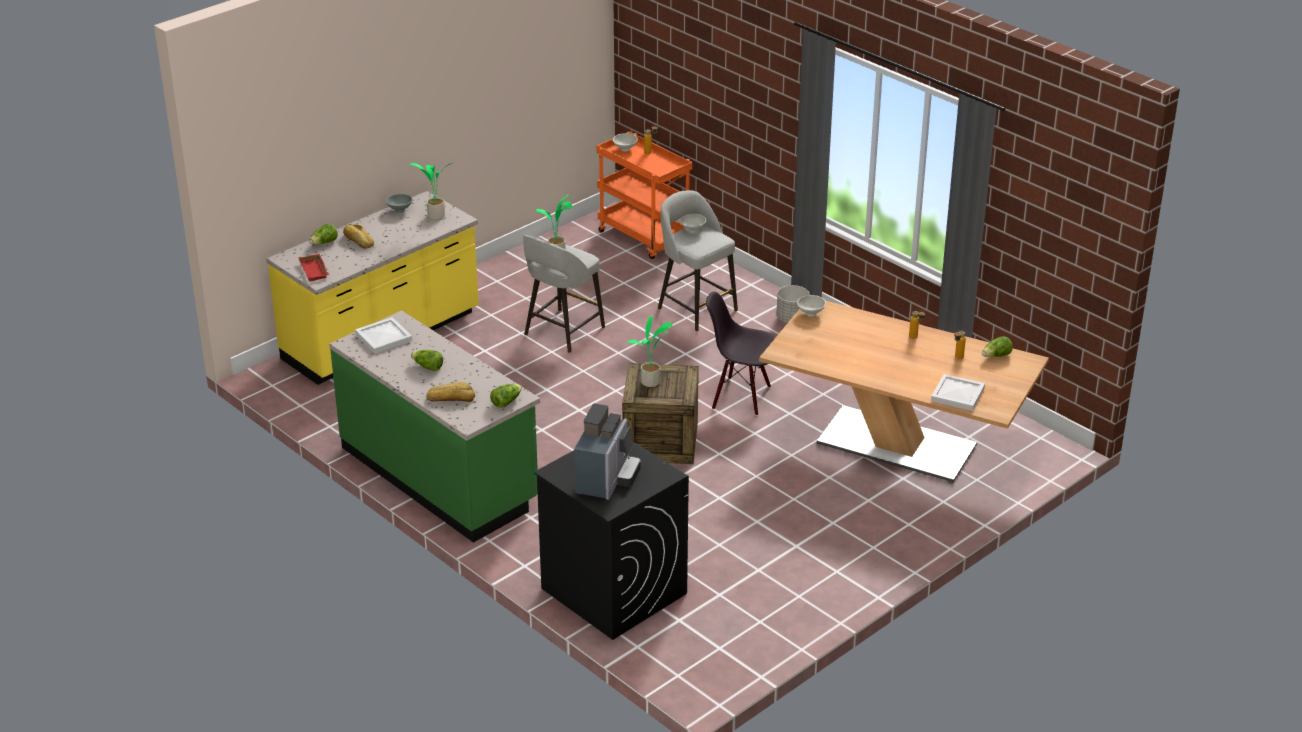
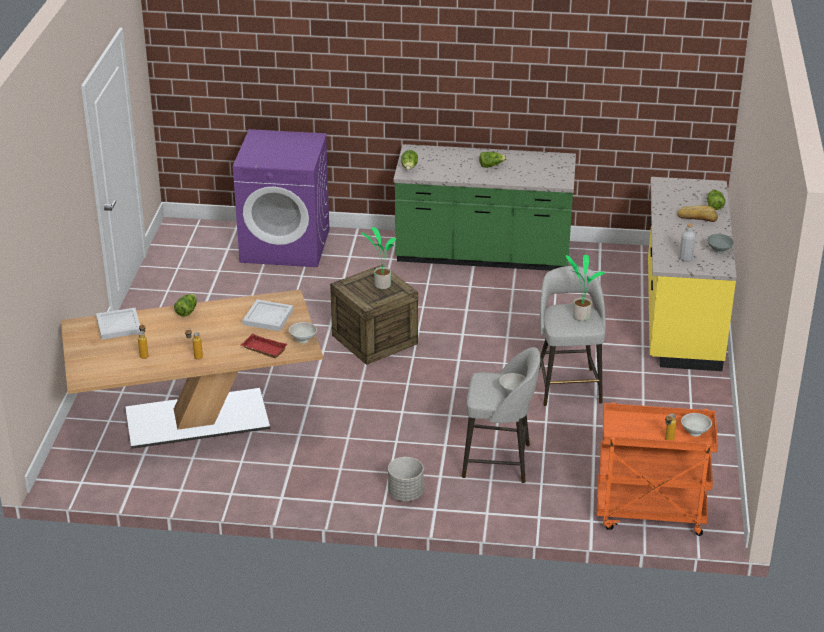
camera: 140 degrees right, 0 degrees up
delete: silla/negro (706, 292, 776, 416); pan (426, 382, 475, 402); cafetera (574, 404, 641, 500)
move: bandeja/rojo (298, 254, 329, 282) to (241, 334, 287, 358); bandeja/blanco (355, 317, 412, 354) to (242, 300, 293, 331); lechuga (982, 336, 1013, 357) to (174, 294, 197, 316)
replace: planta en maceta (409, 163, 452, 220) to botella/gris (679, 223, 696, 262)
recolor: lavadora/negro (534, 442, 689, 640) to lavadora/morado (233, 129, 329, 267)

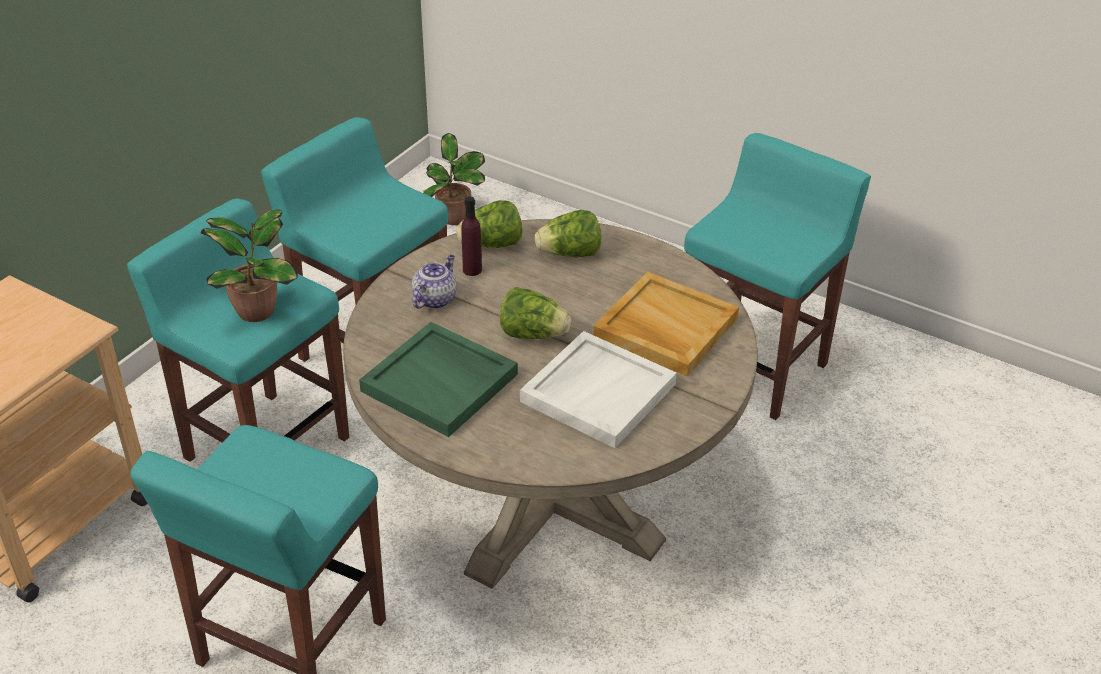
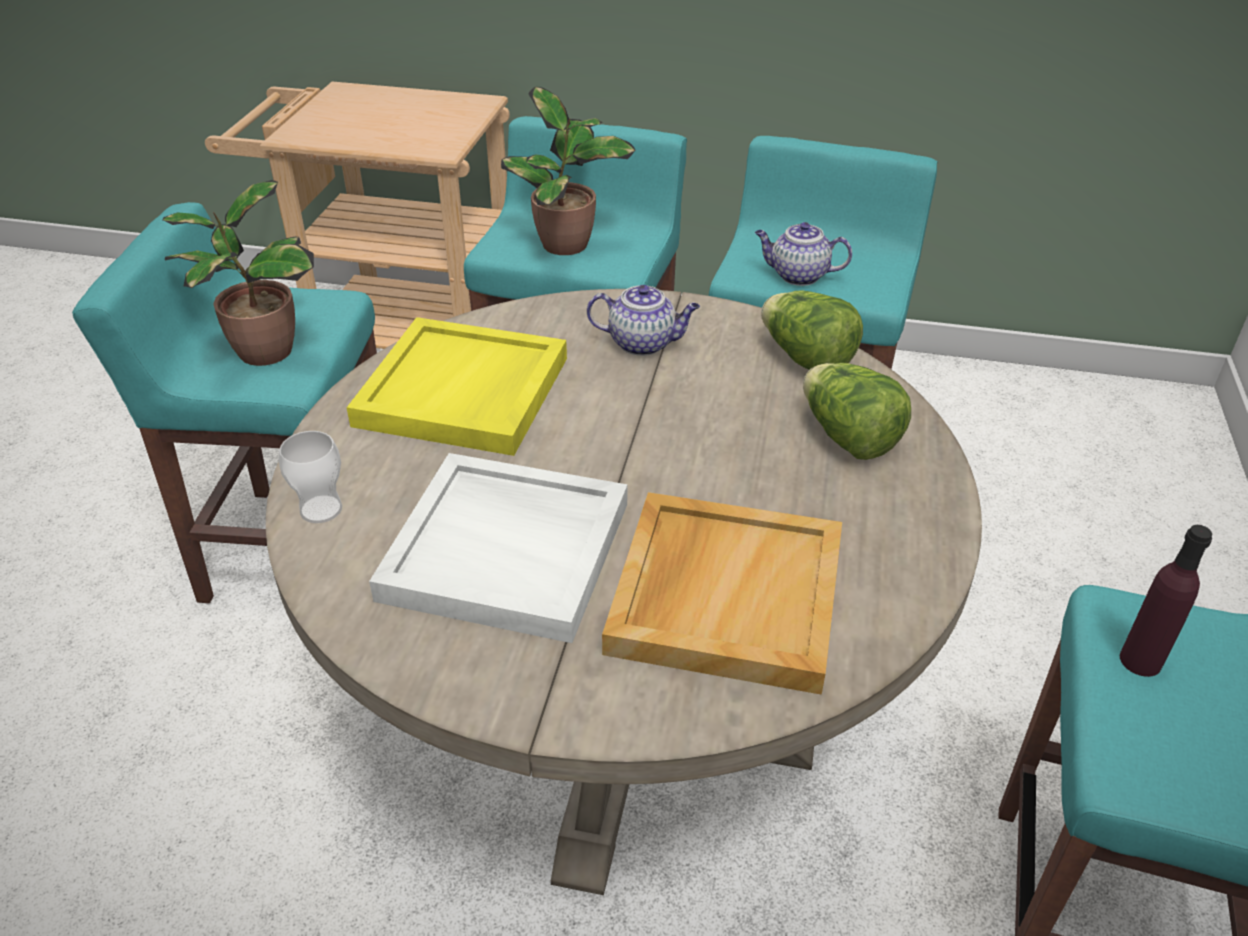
camera: 70 degrees right, 0 degrees up
delete: lechuga (500, 287, 572, 339)
insert: tetera (755, 222, 852, 286); taza (279, 431, 342, 523)
move: planta en maceta (423, 133, 485, 225) to (162, 180, 314, 366); botella/morado (461, 196, 482, 276) to (1120, 525, 1212, 677)
recolor: bandeja/verde (359, 322, 518, 437) to bandeja/amarillo (347, 317, 567, 456)

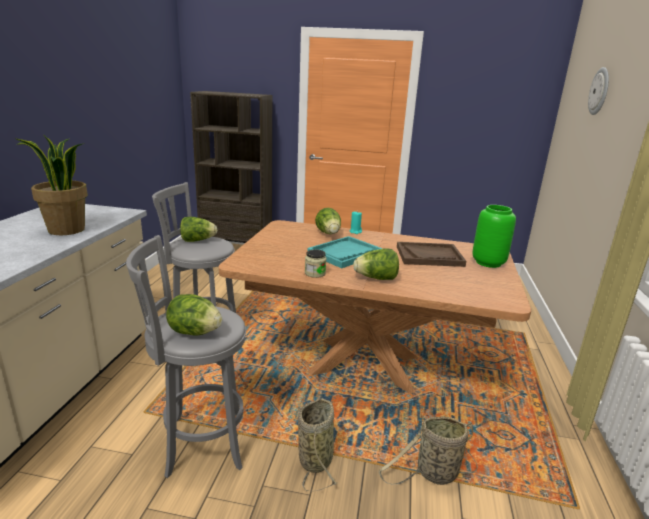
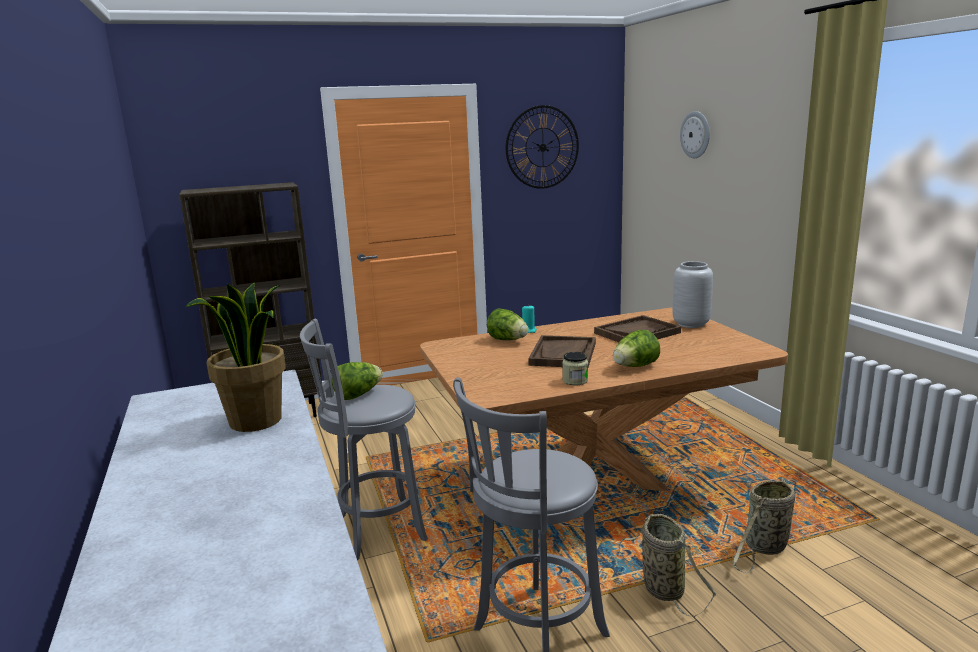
camera: 30 degrees left, 5 degrees down
delete: lechuga (166, 294, 222, 335)
insert: reloj de pared (506, 105, 579, 189)
recolor: florero/verde (472, 205, 516, 268) to florero/gris (673, 261, 713, 328); bandeja/turquesa (308, 236, 383, 268) to bandeja/marrón (528, 335, 596, 367)

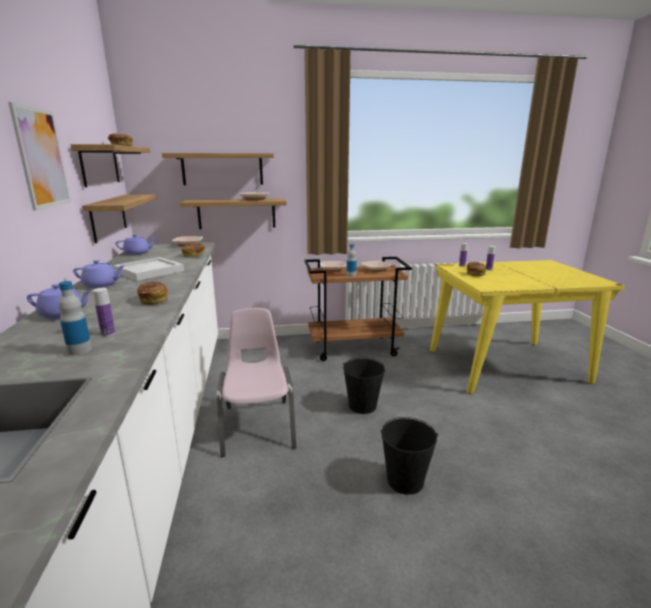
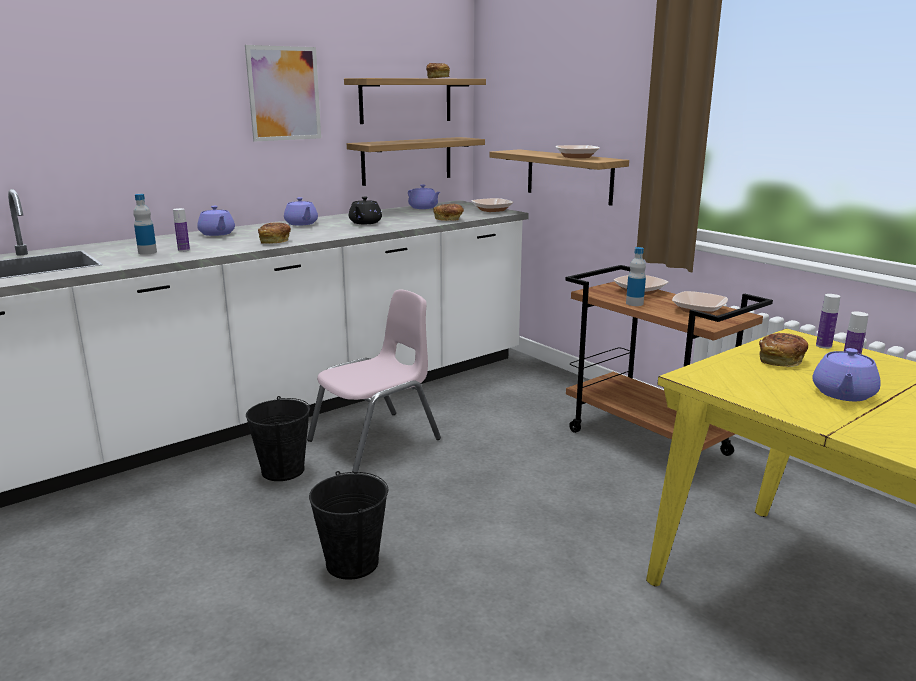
camera: 60 degrees right, 0 degrees up
delete: estante (162, 153, 274, 185)
insert: tetera/morado (813, 348, 881, 401)
move: cubo/negro (343, 358, 385, 414) to (246, 396, 310, 481)
replace: bandeja/blanco (114, 257, 184, 281) to tetera/negro (349, 197, 382, 224)

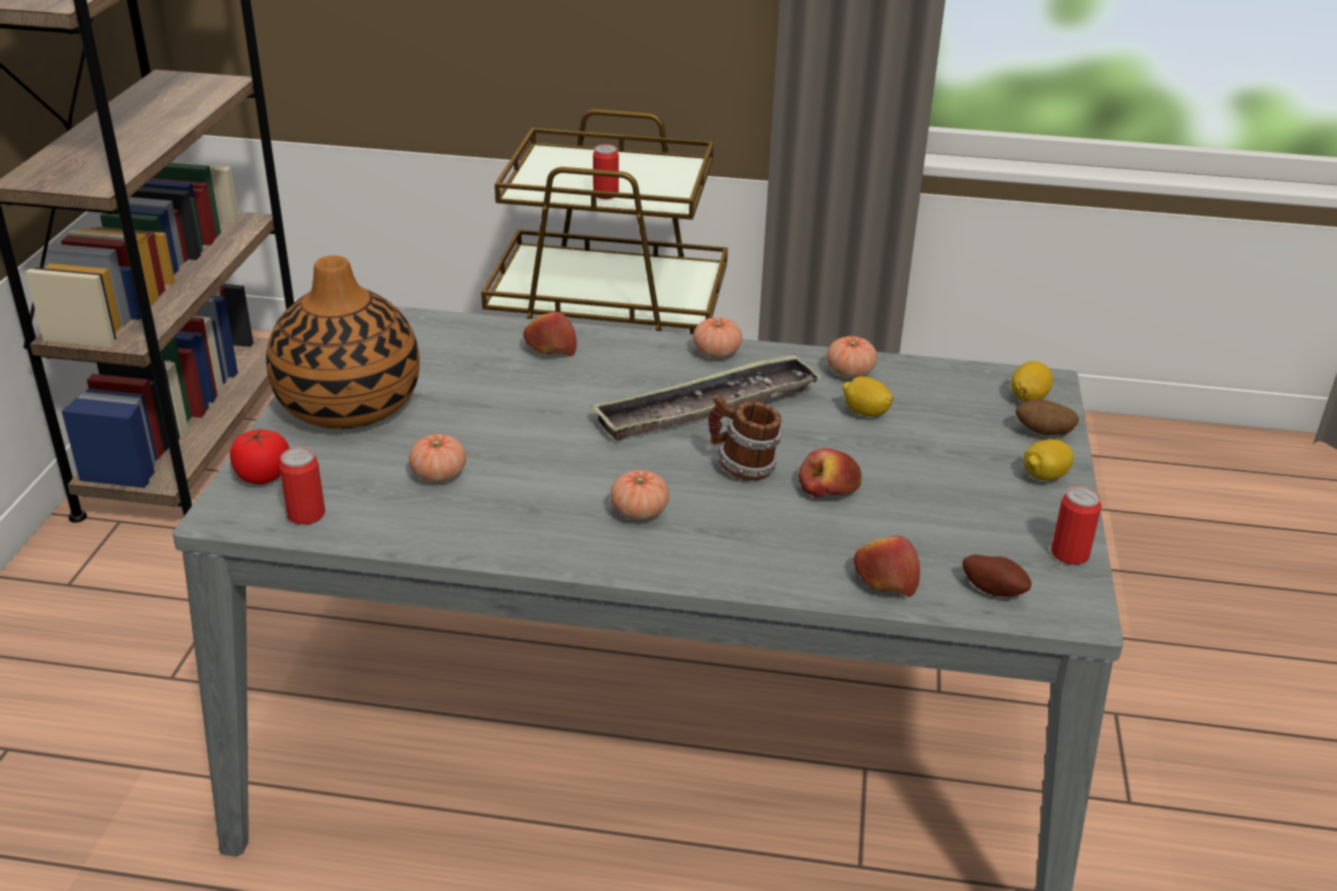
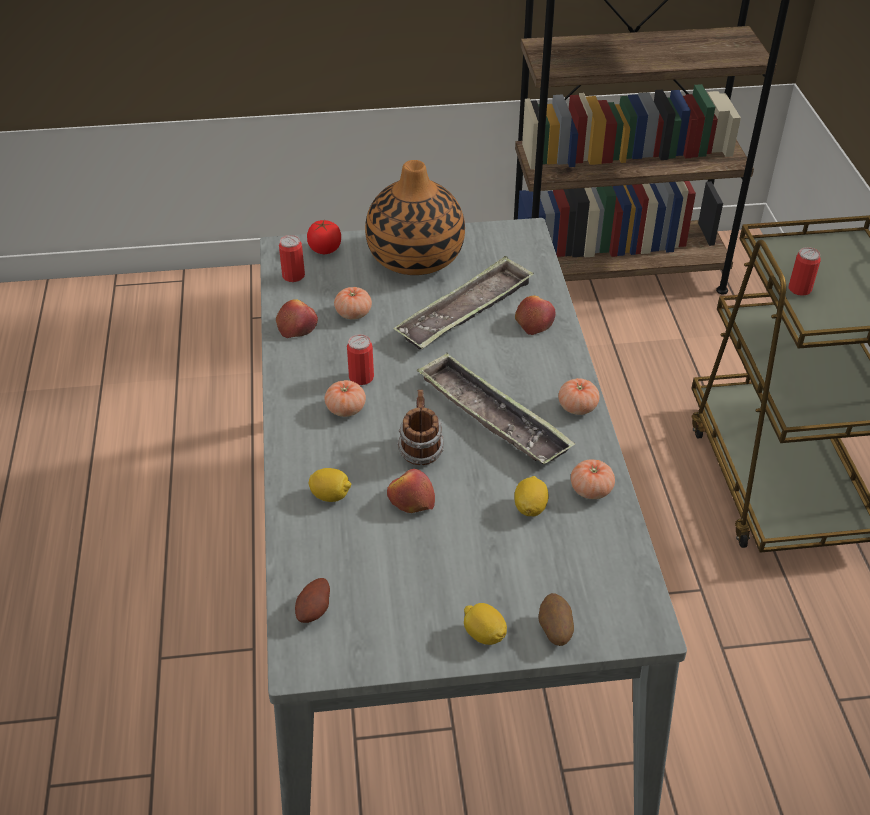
camera: 75 degrees right, 10 degrees up
insert: bandeja (394, 256, 534, 350)
move: limón (1011, 361, 1053, 402) to (309, 468, 351, 502); lata (1051, 486, 1102, 565) to (347, 334, 374, 385); manzana (854, 536, 920, 597) to (276, 299, 318, 338)

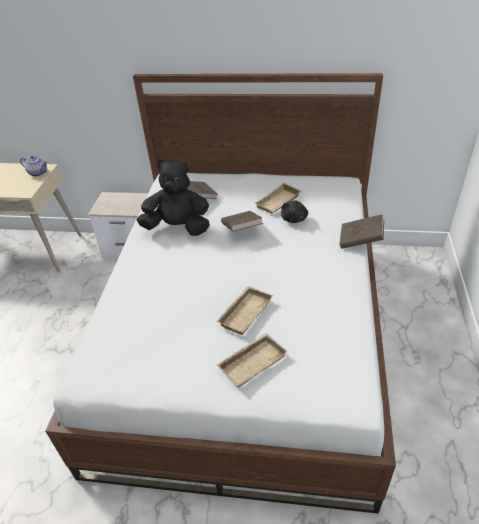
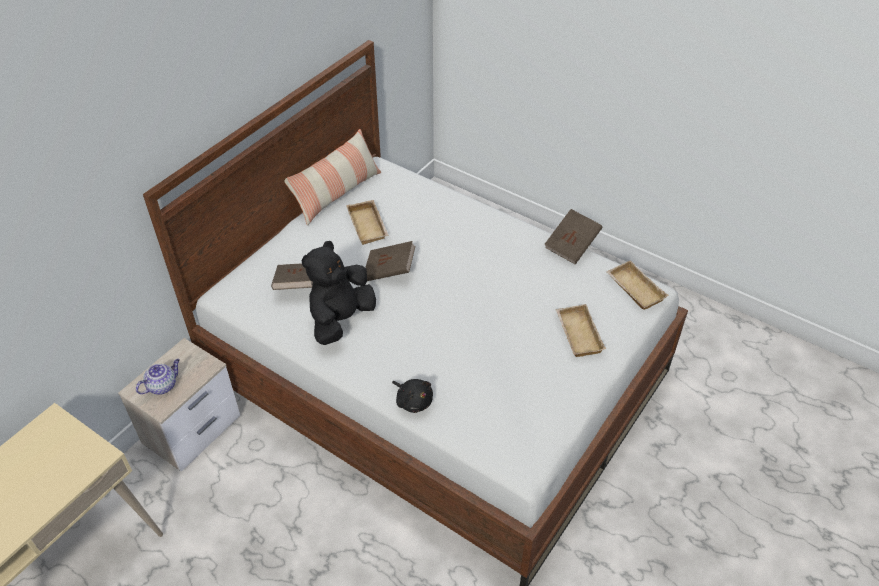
camera: 65 degrees left, 5 degrees up
insert: cojín (284, 129, 382, 226)
move: tetera (20, 156, 48, 177) to (136, 359, 180, 395); peluche/negro (281, 200, 308, 223) to (392, 379, 433, 413); libro/marrón (340, 214, 384, 249) to (544, 209, 603, 264); bandeja/beis (216, 286, 273, 335) to (606, 260, 669, 310)

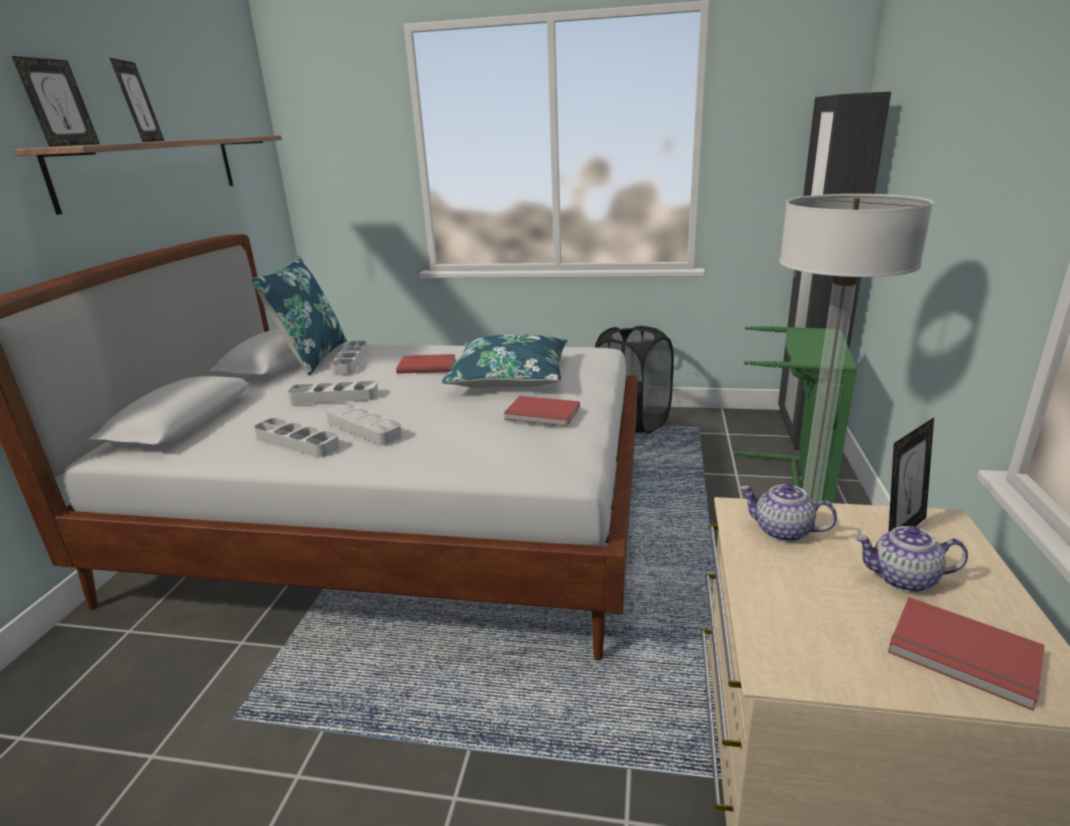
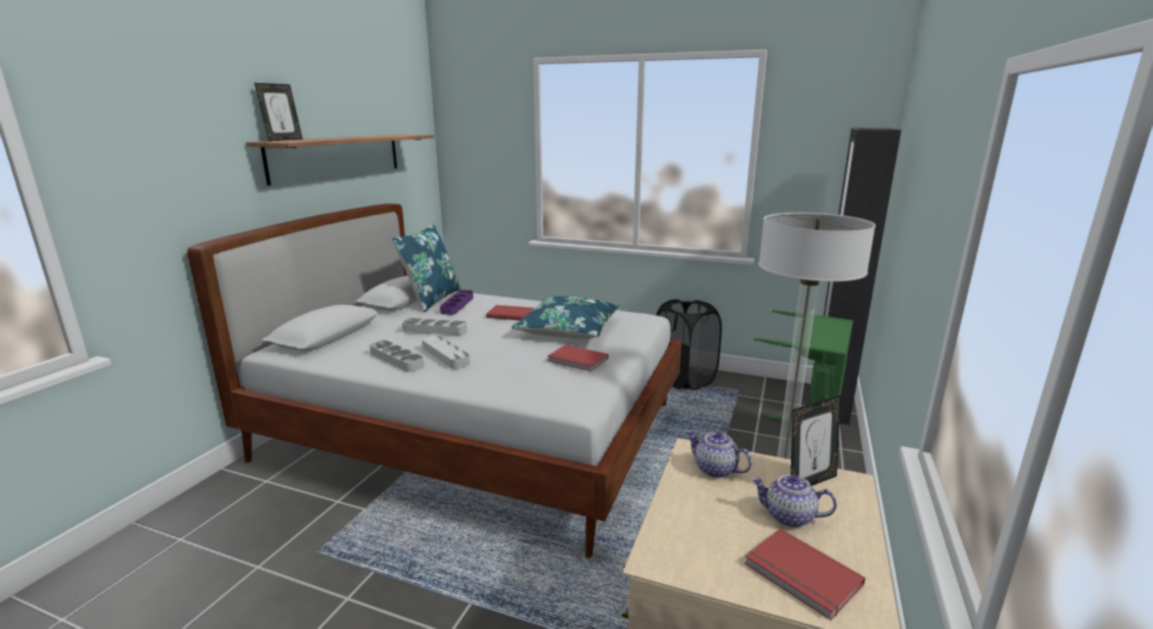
camera: 10 degrees right, 5 degrees down
delete: portarretratos (110, 58, 164, 142)
recolor: bandeja/gris (330, 341, 368, 375) to bandeja/morado (440, 290, 473, 315)

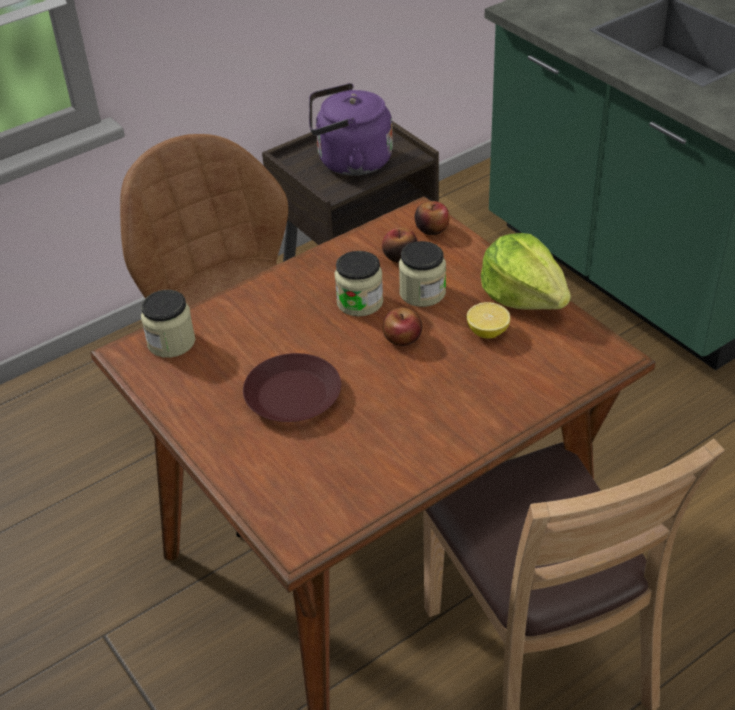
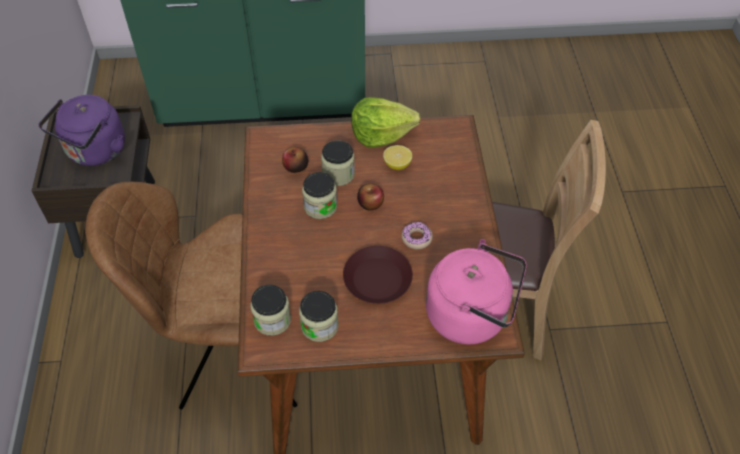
camera: 60 degrees left, 10 degrees up
delete: manzana (415, 201, 450, 235)
insert: rosquilla (402, 222, 433, 249); hervidor/rosa (426, 239, 527, 345); tarro (299, 291, 339, 342)

